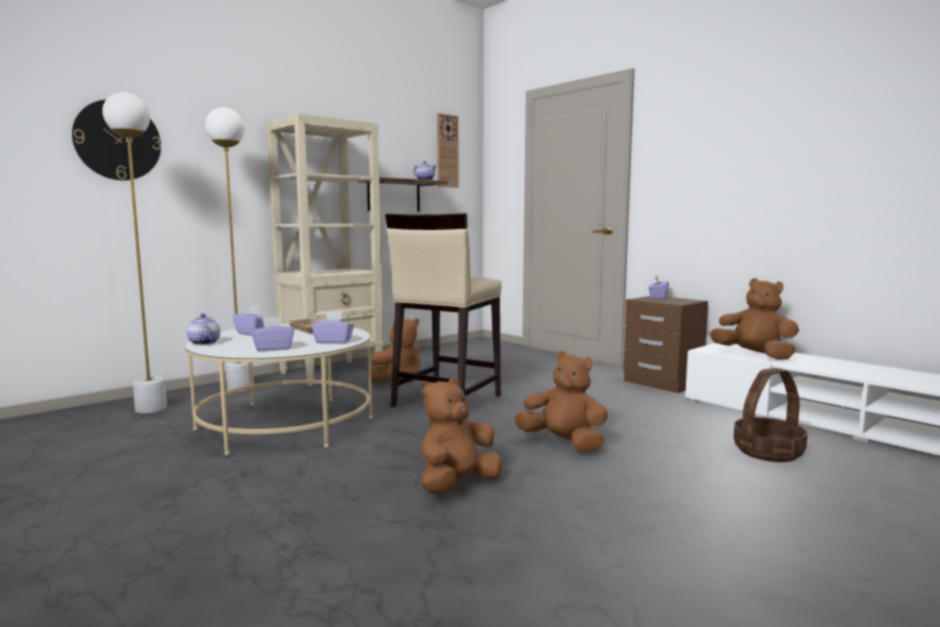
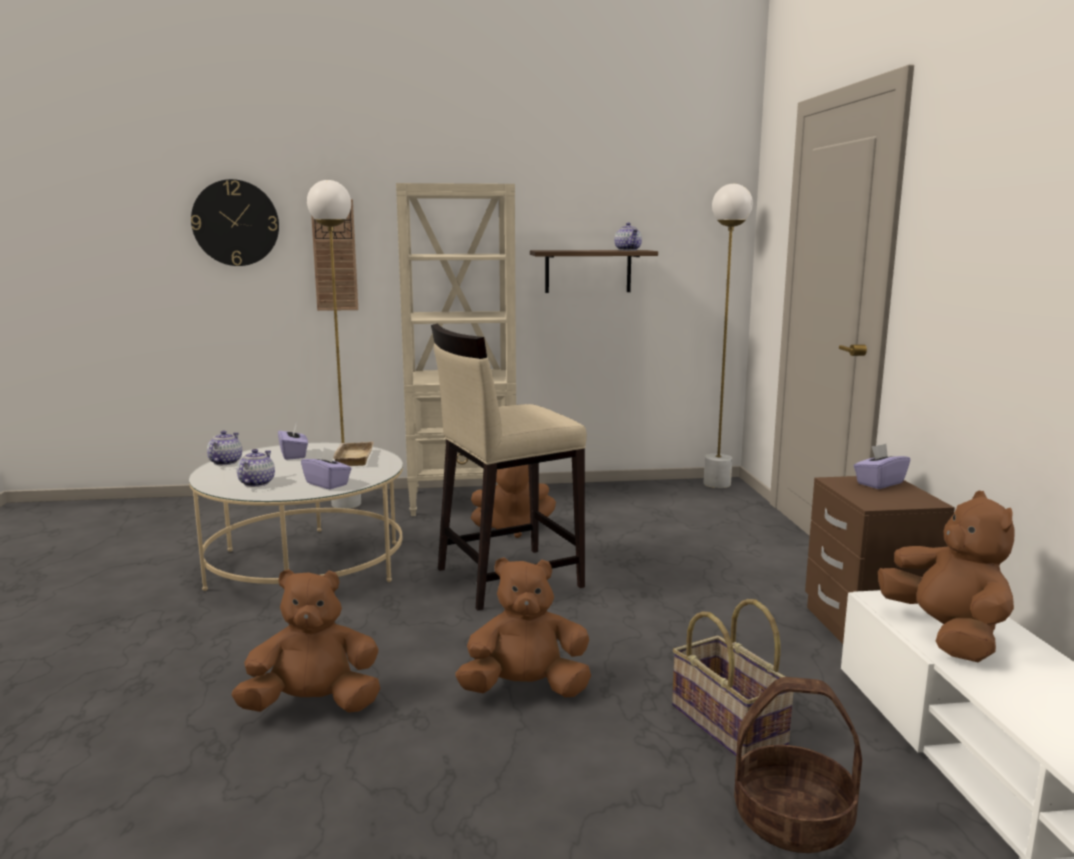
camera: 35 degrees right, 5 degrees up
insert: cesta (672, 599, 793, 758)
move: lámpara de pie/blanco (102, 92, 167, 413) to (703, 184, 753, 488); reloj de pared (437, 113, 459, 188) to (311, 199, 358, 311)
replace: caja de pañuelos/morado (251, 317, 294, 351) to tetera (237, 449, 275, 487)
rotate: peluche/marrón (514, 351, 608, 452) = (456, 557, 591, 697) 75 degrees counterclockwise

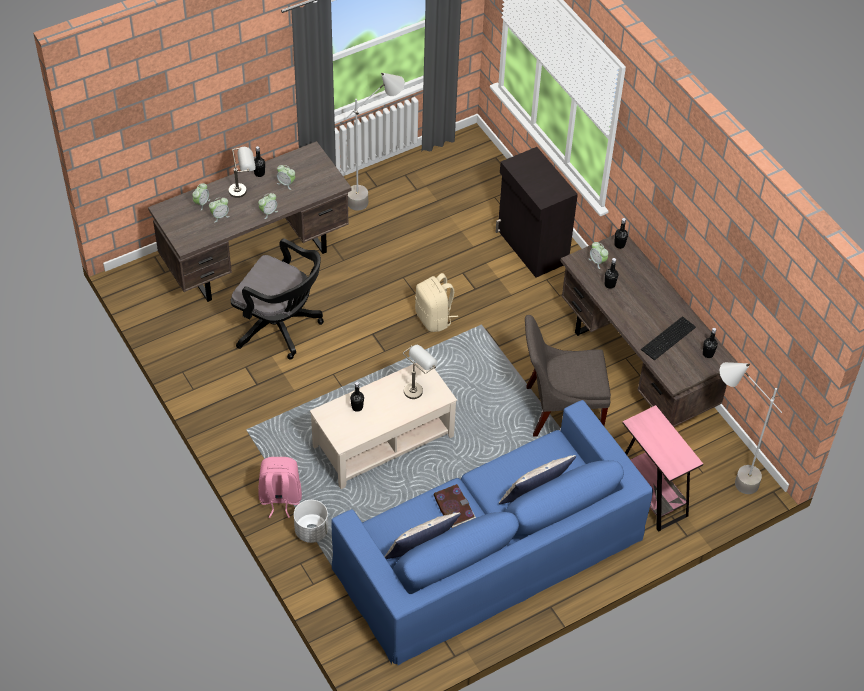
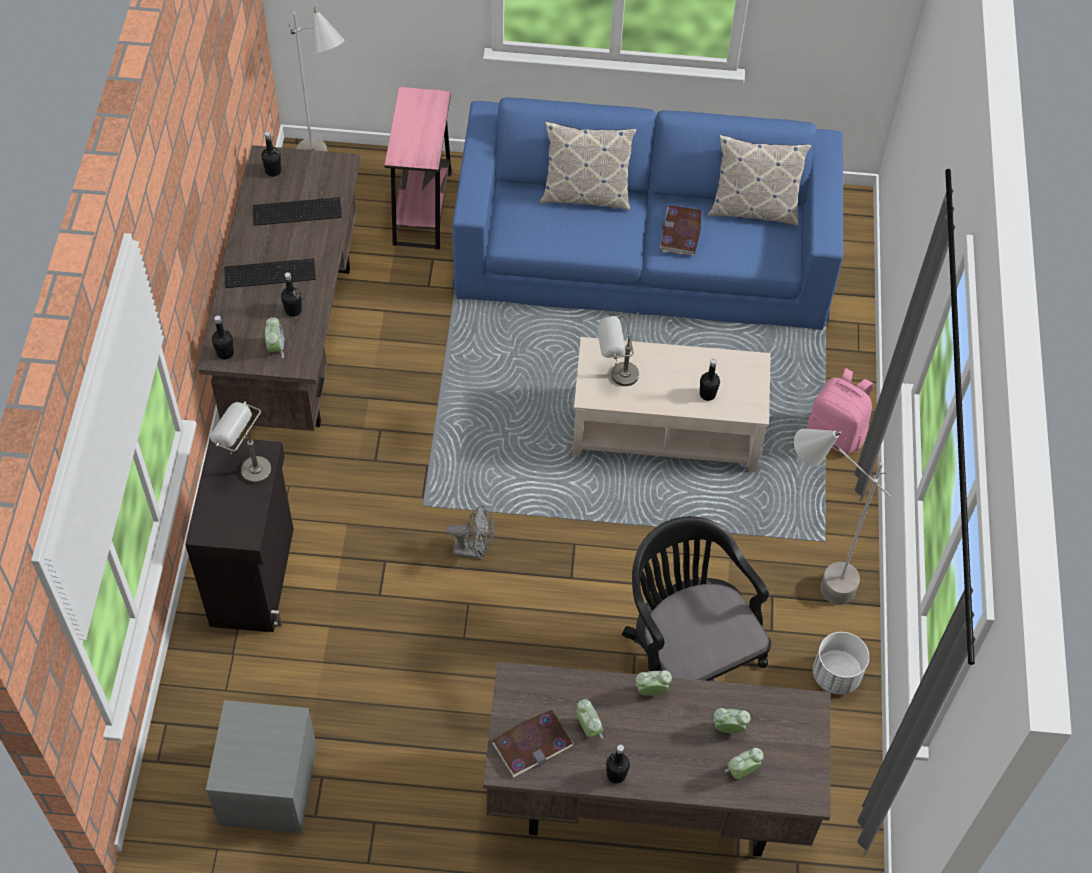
camera: 145 degrees left, 5 degrees up
delete: silla/gris (525, 315, 611, 436)
insert: teclado (224, 258, 316, 288); mesita de noche/gris (206, 700, 317, 833); libro (492, 710, 574, 778)
move: lámpara de pie/gris (345, 72, 405, 211) to (794, 429, 891, 605); lámpara de mesa/gris (229, 147, 256, 198) to (210, 401, 272, 484); maceta/blanco (294, 500, 328, 543) to (813, 632, 869, 695)
replace: mochila/beis (415, 273, 458, 332) to ventilador/gris (446, 505, 494, 559)

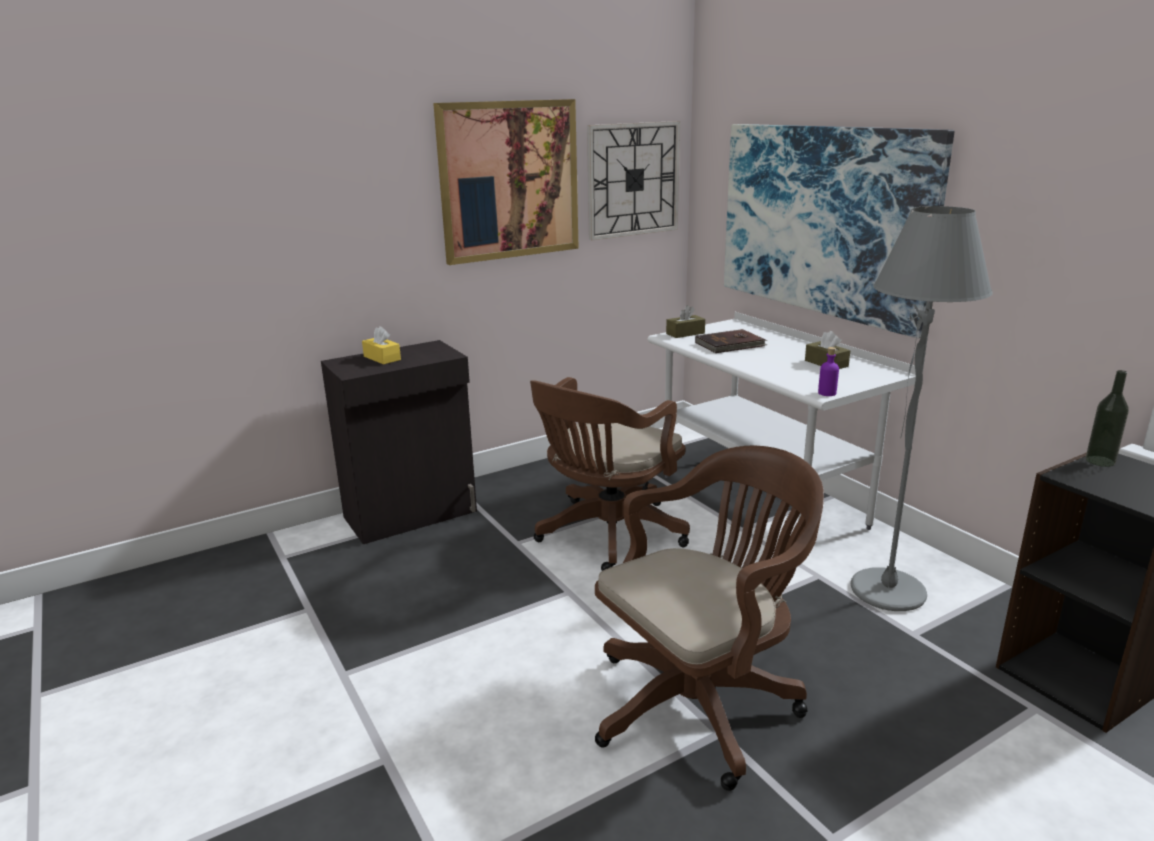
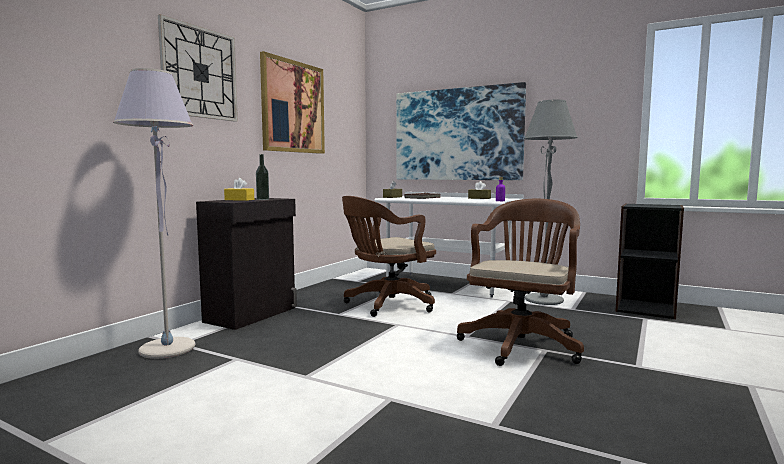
camera: 30 degrees left, 15 degrees down
insert: lámpara de pie/gris (113, 68, 195, 359)
move: reloj de pared (587, 121, 680, 241) to (158, 14, 238, 122); botella (1086, 370, 1129, 467) to (256, 154, 269, 200)
rotate: silla de oficina/marrón (530, 377, 690, 571) = (342, 196, 436, 317) 45 degrees clockwise

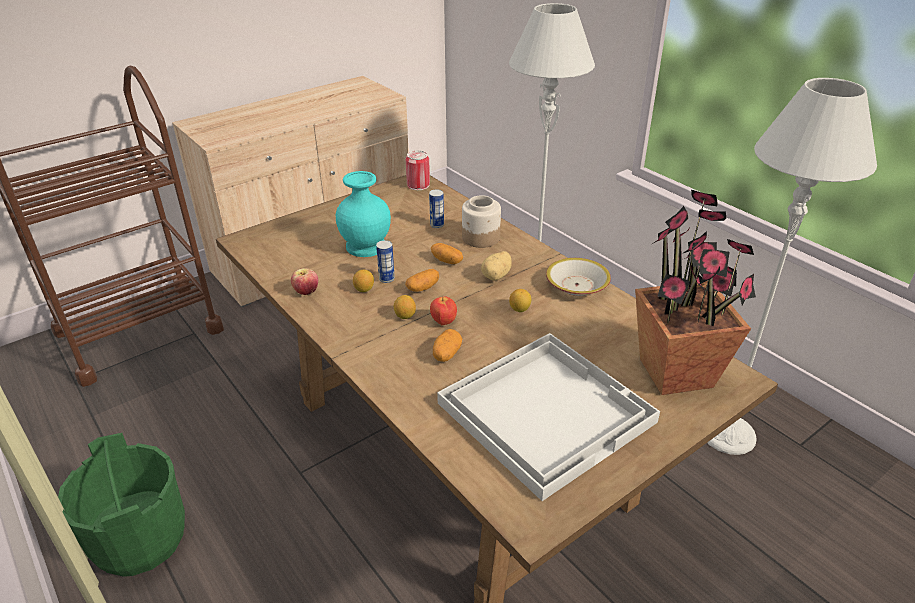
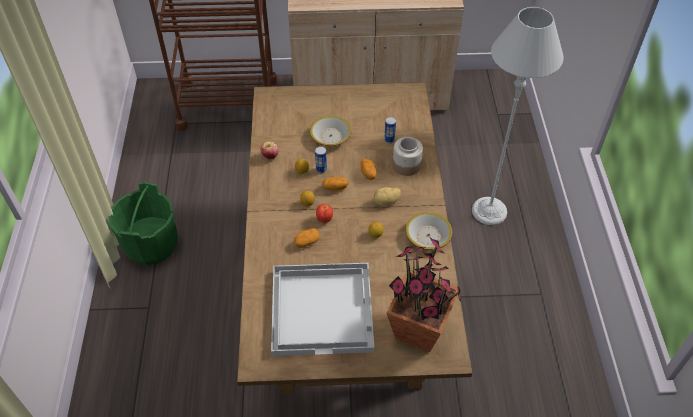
camera: 35 degrees right, 15 degrees up
delete: lámpara de pie/gris (707, 78, 877, 455); lata (406, 150, 430, 190)
replace: florero/turquesa (336, 171, 391, 257) to cuenco (310, 116, 352, 146)

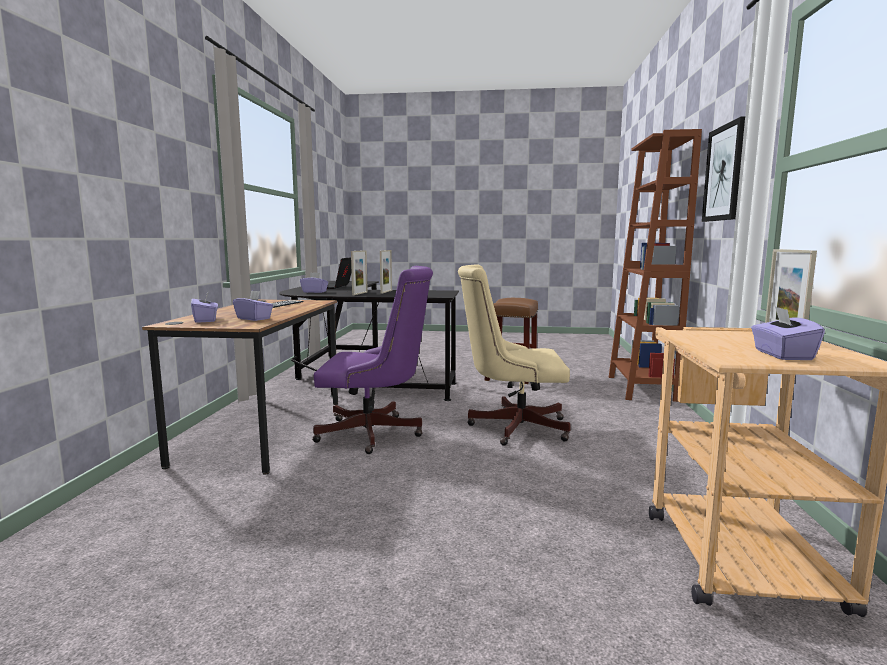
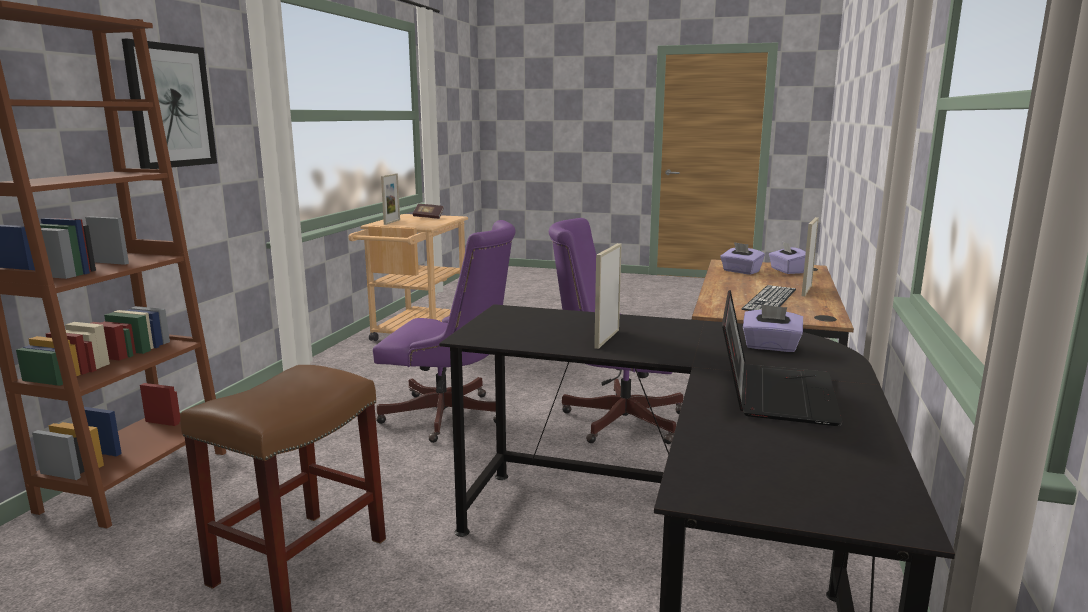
camera: 170 degrees left, 5 degrees up
move: portarretratos (351, 250, 368, 295) to (802, 217, 819, 296)
replace: caja de pañuelos/morado (751, 306, 825, 360) to libro (413, 204, 443, 219)
recolor: silla de oficina/beis (458, 264, 571, 446) to silla de oficina/morado (373, 220, 516, 443)

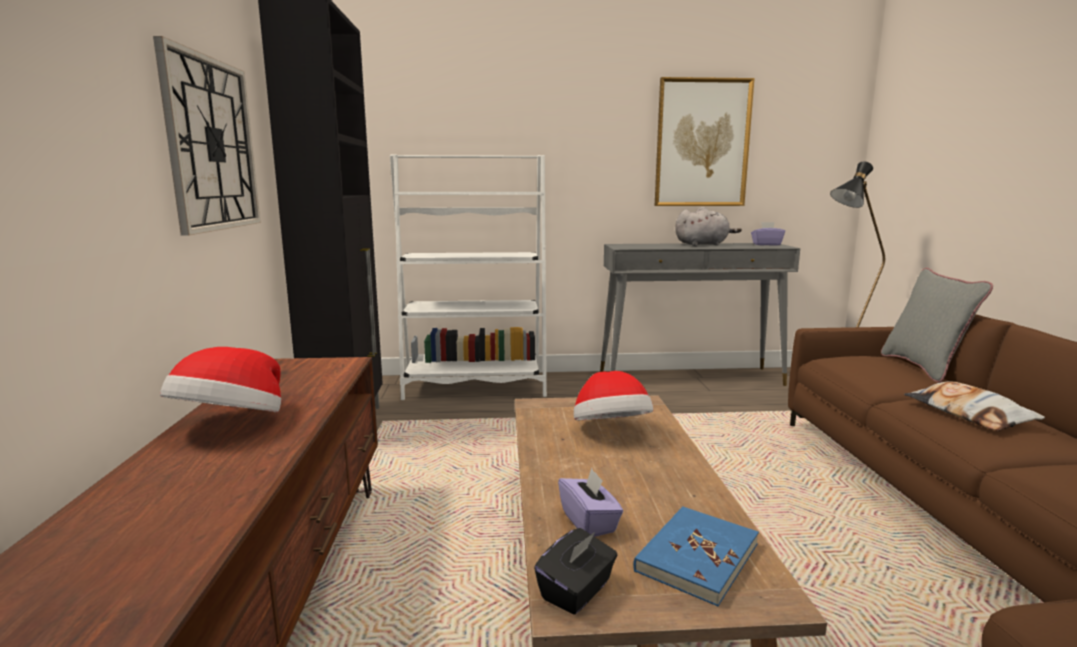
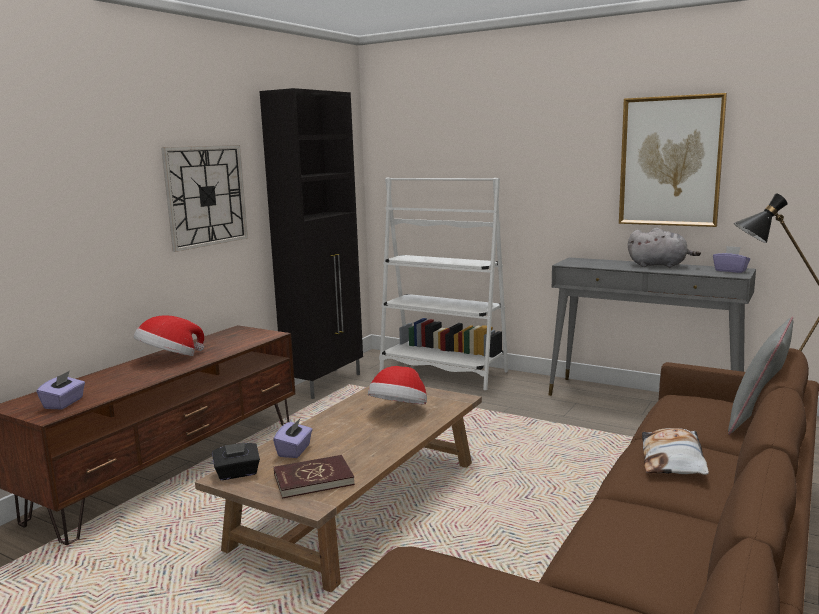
camera: 35 degrees right, 0 degrees up
insert: caja de pañuelos/morado (37, 371, 85, 409)
recolor: libro/azul (633, 506, 759, 606) to libro/rojo (274, 455, 355, 499)

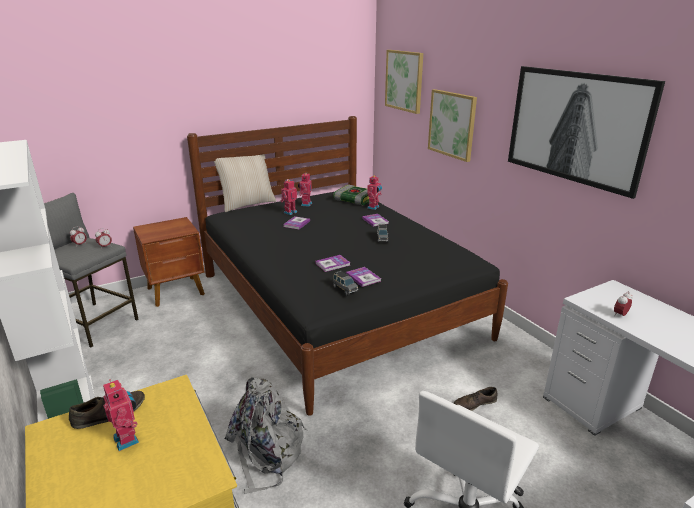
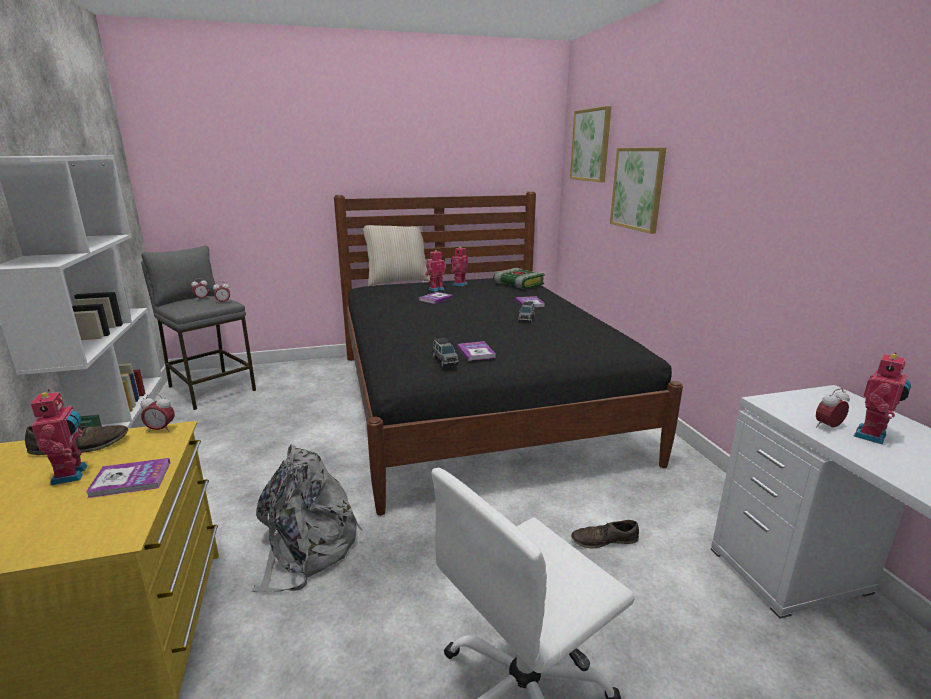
camera: 15 degrees right, 5 degrees down
delete: cuadro (508, 66, 665, 199); mesita de noche/marrón (133, 217, 205, 307)
insert: despertador (141, 394, 174, 432)
move: robot de juguete (367, 176, 382, 210) to (854, 352, 911, 445); libro (315, 255, 350, 272) to (85, 458, 170, 498)

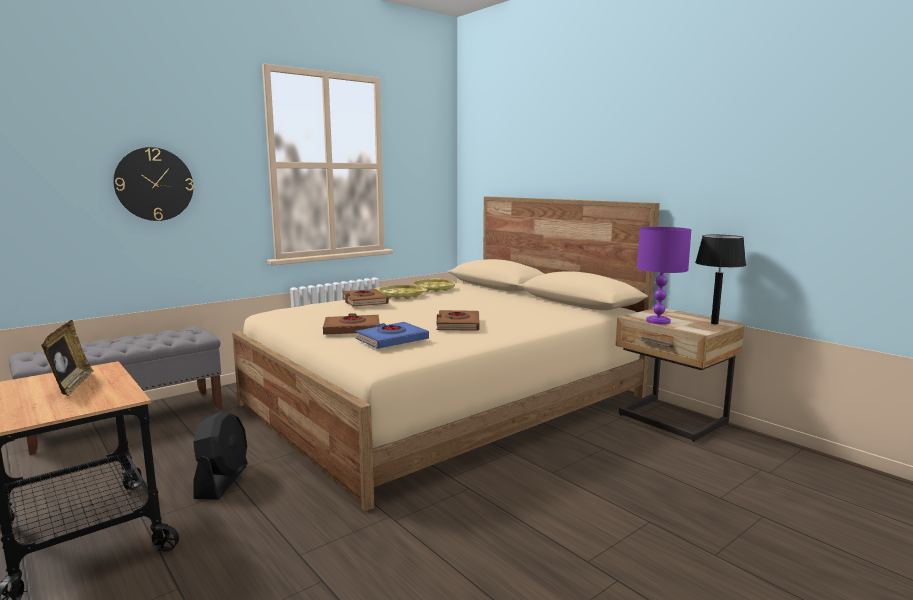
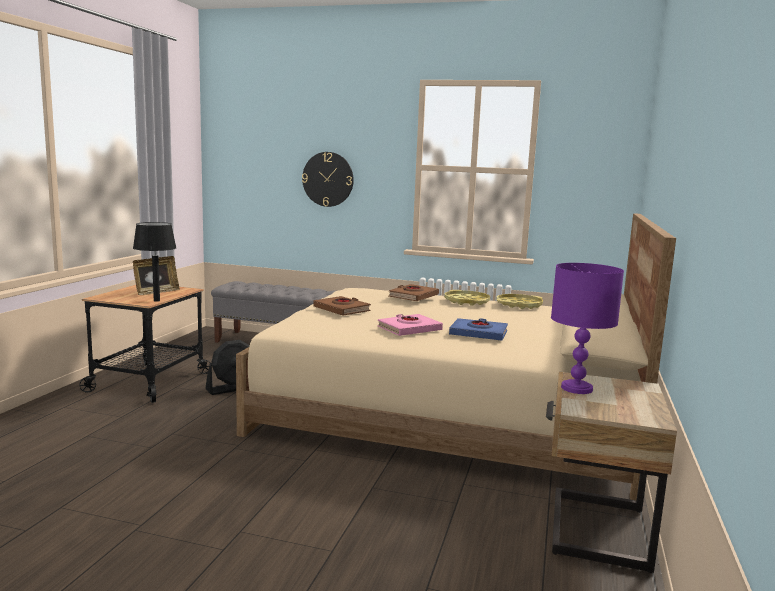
camera: 55 degrees right, 0 degrees up
move: lámpara de mesa/negro (695, 235, 746, 324) to (133, 222, 177, 302); libro/azul (355, 322, 429, 349) to (449, 318, 508, 340)
recolor: libro/marrón (437, 310, 480, 331) to libro/rosa (377, 314, 443, 336)

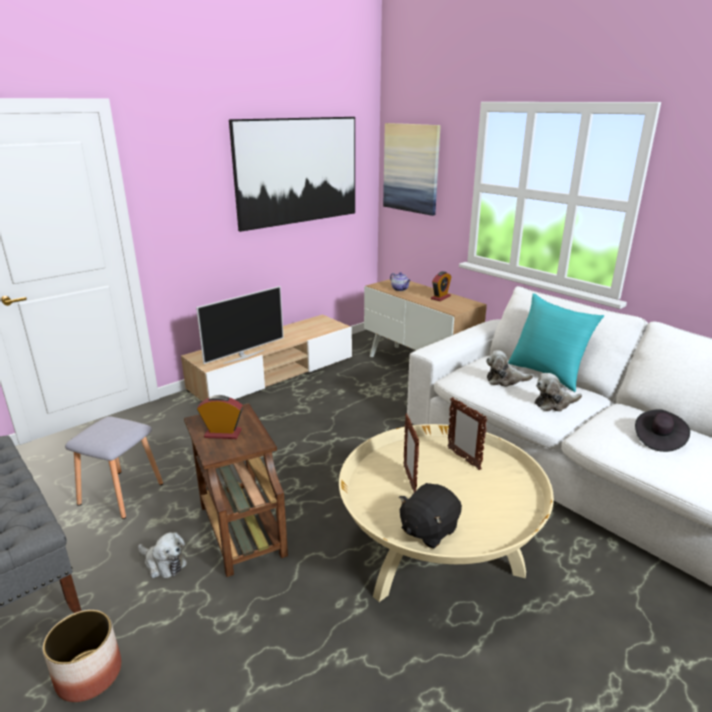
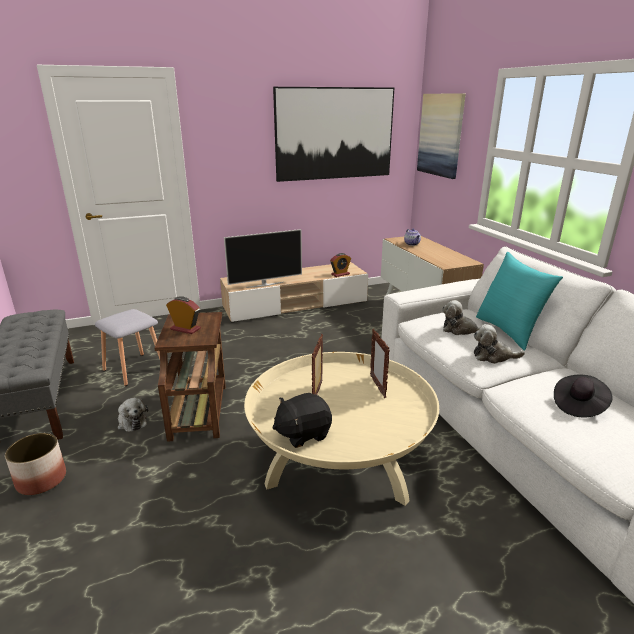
camera: 20 degrees right, 0 degrees up
move: despertador (431, 271, 452, 301) to (330, 253, 351, 277)

